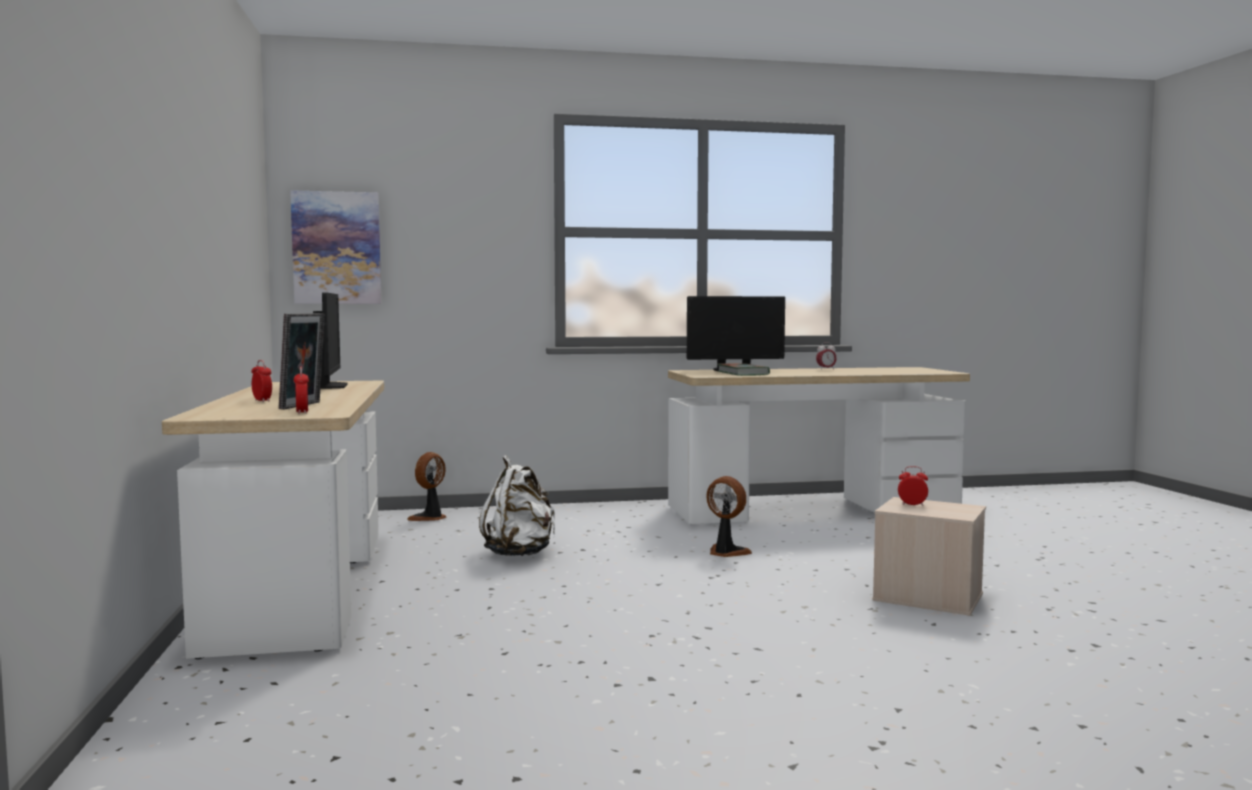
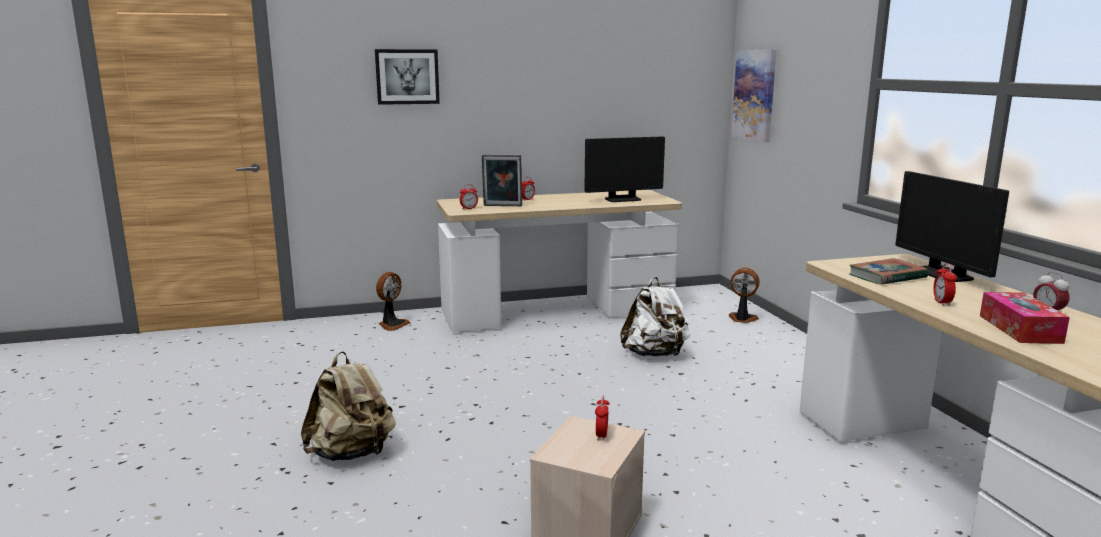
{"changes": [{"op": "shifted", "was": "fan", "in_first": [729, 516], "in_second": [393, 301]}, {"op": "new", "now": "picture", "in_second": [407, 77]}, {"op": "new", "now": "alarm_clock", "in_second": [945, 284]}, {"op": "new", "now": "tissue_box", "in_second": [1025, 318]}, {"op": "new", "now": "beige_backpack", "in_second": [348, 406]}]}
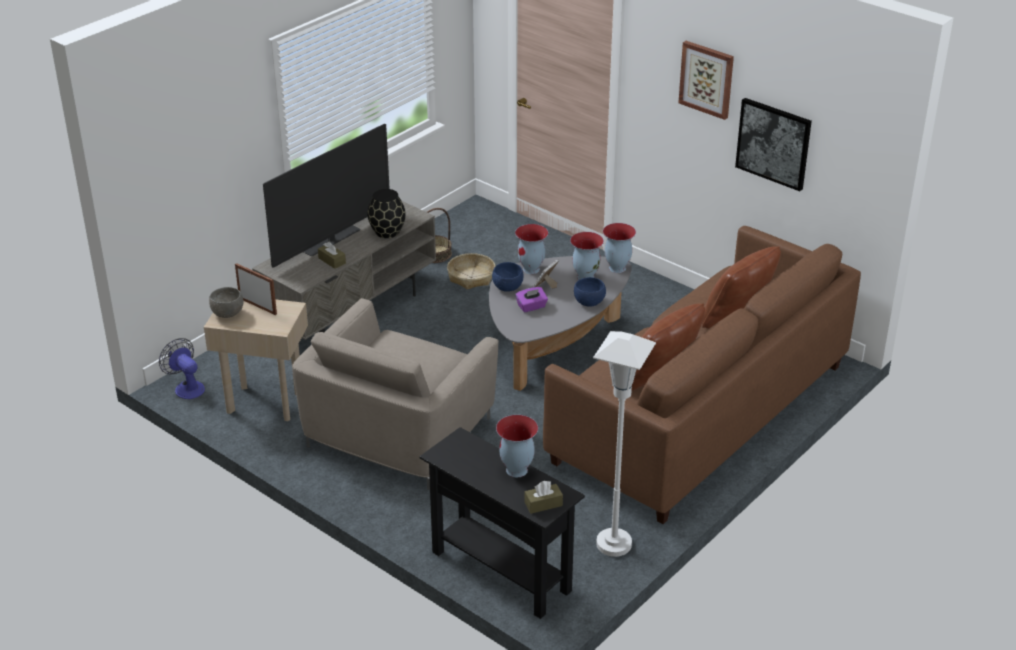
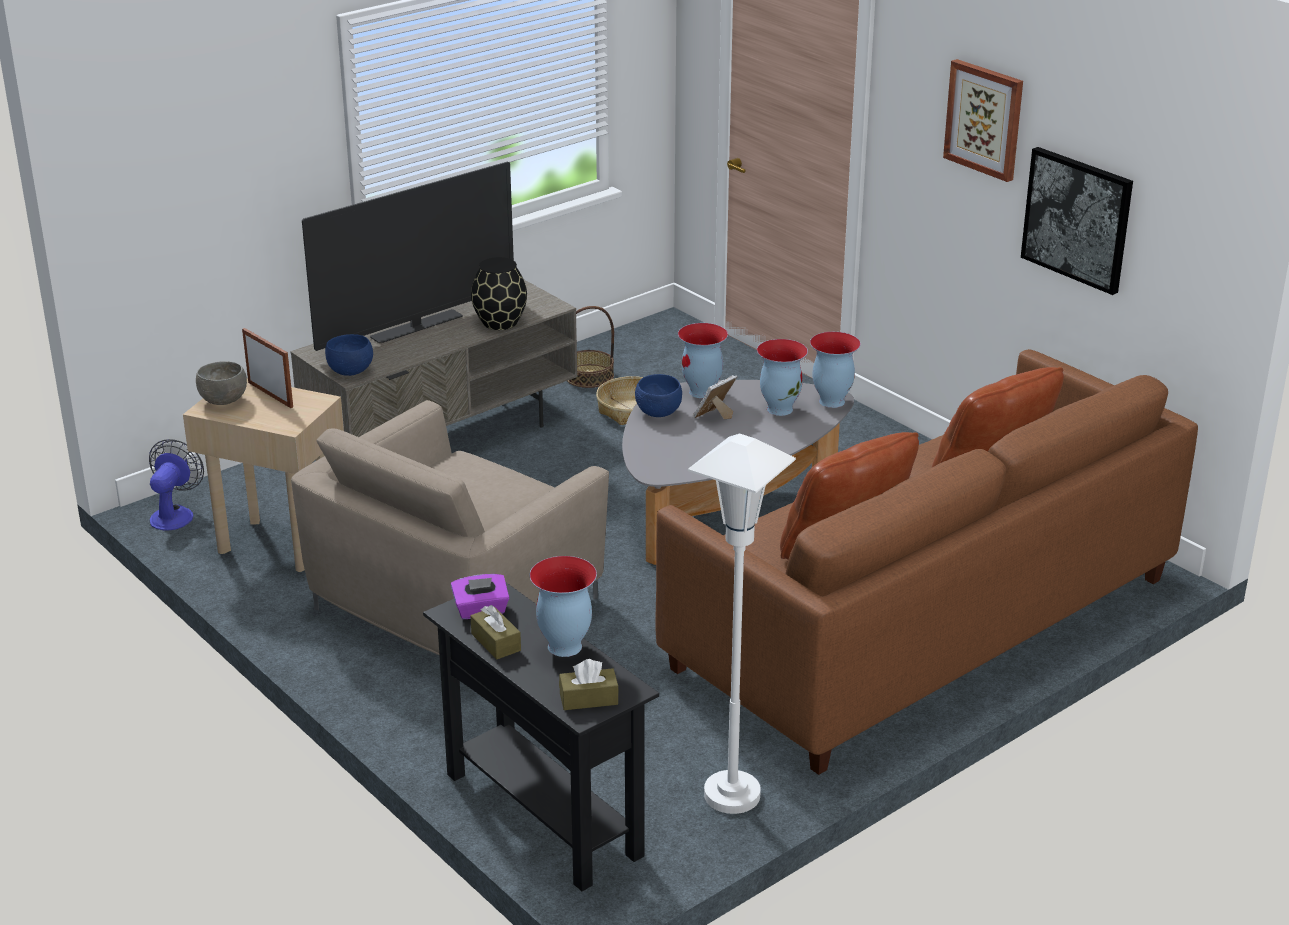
{"changes": [{"op": "shifted", "was": "brown_tissue_box", "in_first": [332, 255], "in_second": [495, 632]}, {"op": "shifted", "was": "blue_bowl", "in_first": [590, 292], "in_second": [349, 355]}, {"op": "shifted", "was": "purple_tissue_box", "in_first": [531, 299], "in_second": [480, 596]}, {"op": "rotated", "was": "fan", "in_first": [182, 368], "in_second": [176, 484], "clockwise": 45}]}
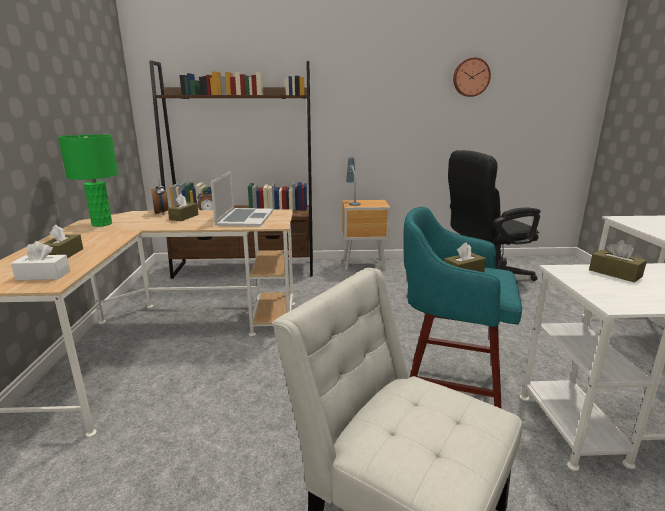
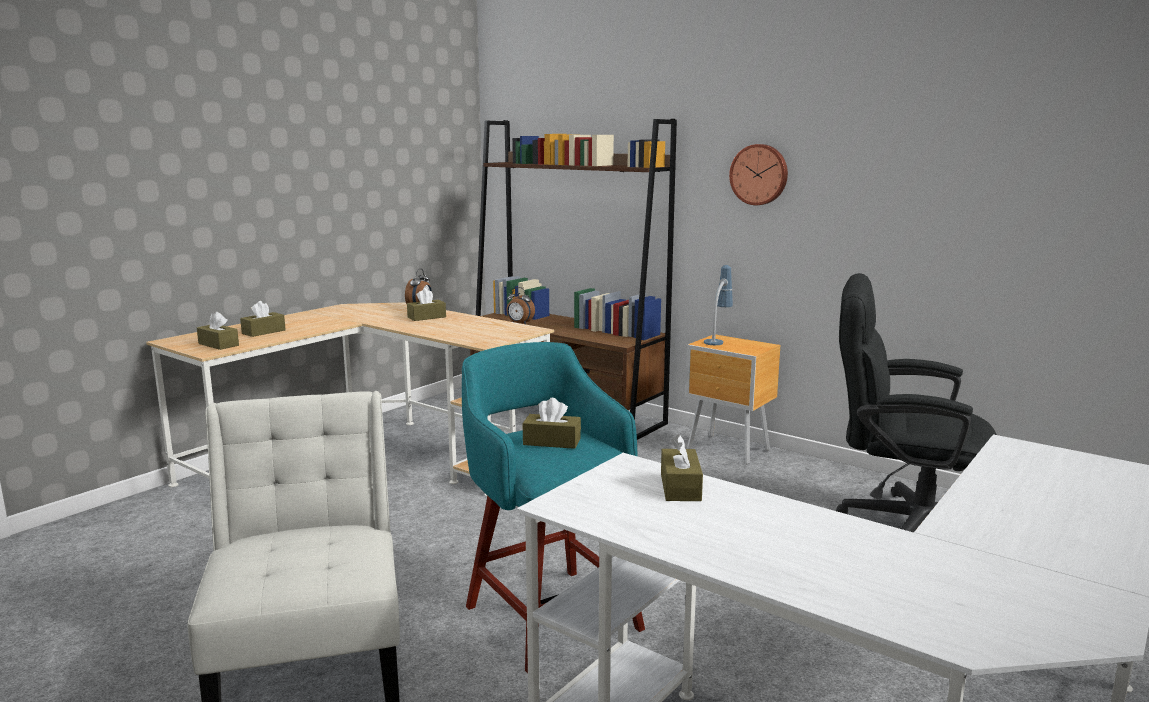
{"changes": [{"op": "shifted", "was": "wall_clock", "in_first": [472, 77], "in_second": [758, 174]}, {"op": "gone", "was": "green_table_lamp", "in_first": [88, 180]}, {"op": "gone", "was": "laptop", "in_first": [242, 199]}, {"op": "repainted", "was": "white_tissue_box", "now": "brown_tissue_box", "in_first": [40, 260], "in_second": [218, 331]}]}
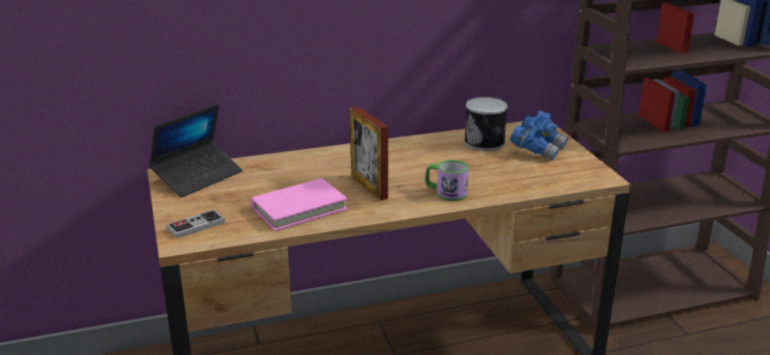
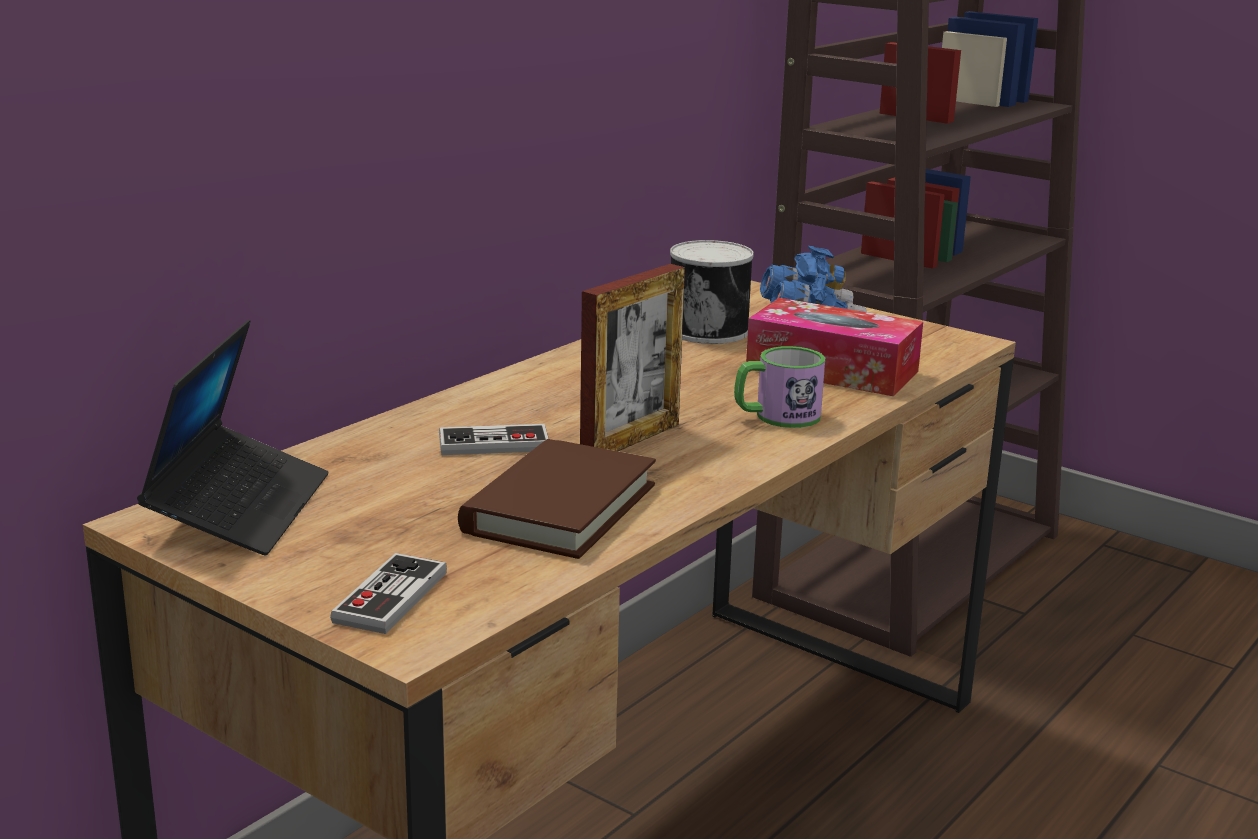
{"changes": [{"op": "rotated", "was": "picture_frame", "in_first": [369, 153], "in_second": [632, 357], "clockwise": -75}, {"op": "repainted", "was": "pink_book", "now": "brown_book", "in_first": [299, 204], "in_second": [557, 499]}, {"op": "new", "now": "tissue_box", "in_second": [834, 347]}, {"op": "new", "now": "game_controller", "in_second": [494, 439]}]}
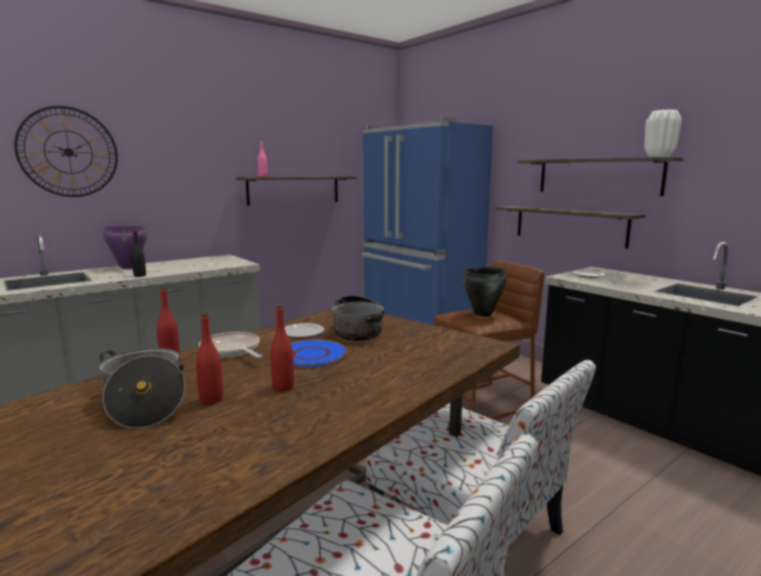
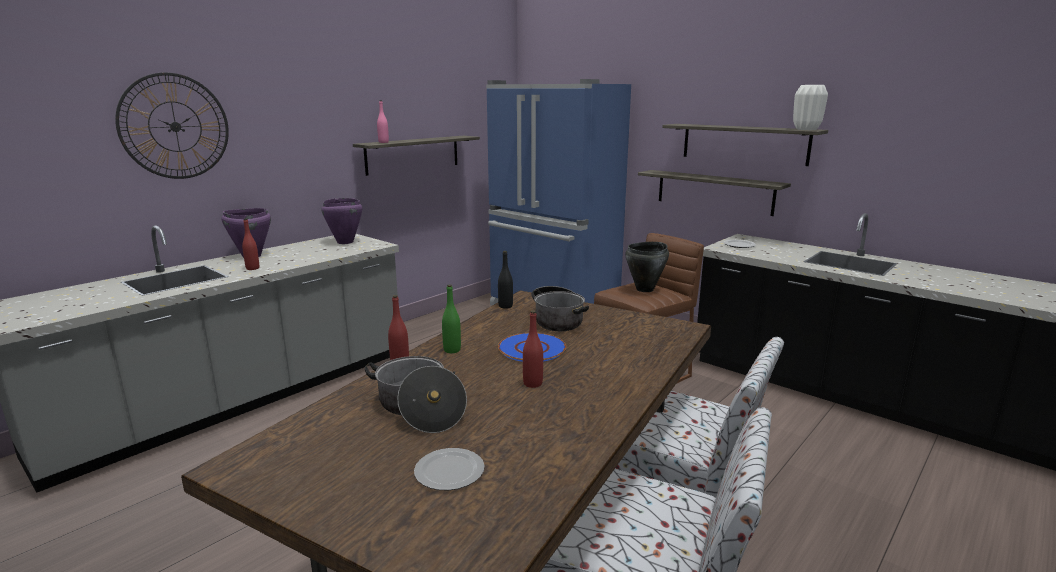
{"changes": [{"op": "shifted", "was": "black_bottle", "in_first": [138, 254], "in_second": [505, 280]}, {"op": "shifted", "was": "red_bottle", "in_first": [209, 359], "in_second": [250, 244]}, {"op": "shifted", "was": "plate", "in_first": [304, 330], "in_second": [449, 469]}, {"op": "swapped", "was": "frying_pan", "now": "green_bottle", "in_first": [230, 345], "in_second": [451, 318]}, {"op": "new", "now": "purple_cooking_pot", "in_second": [341, 221]}]}
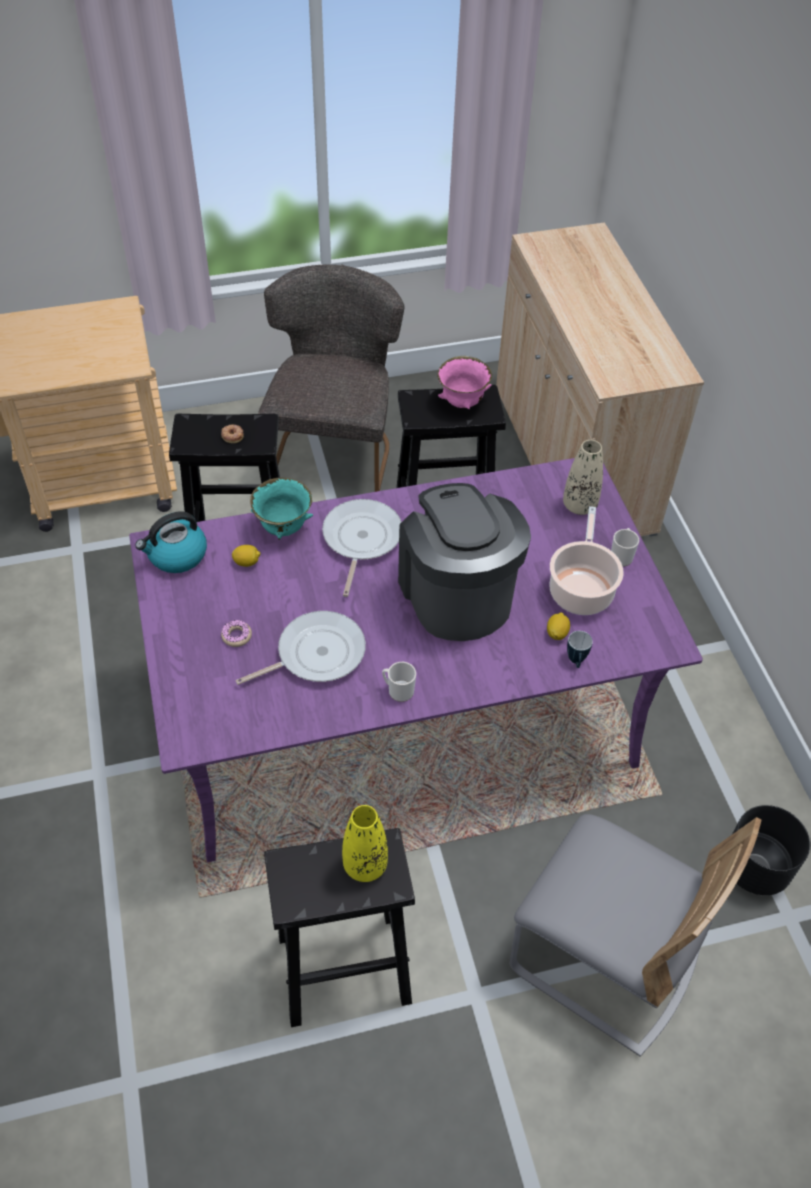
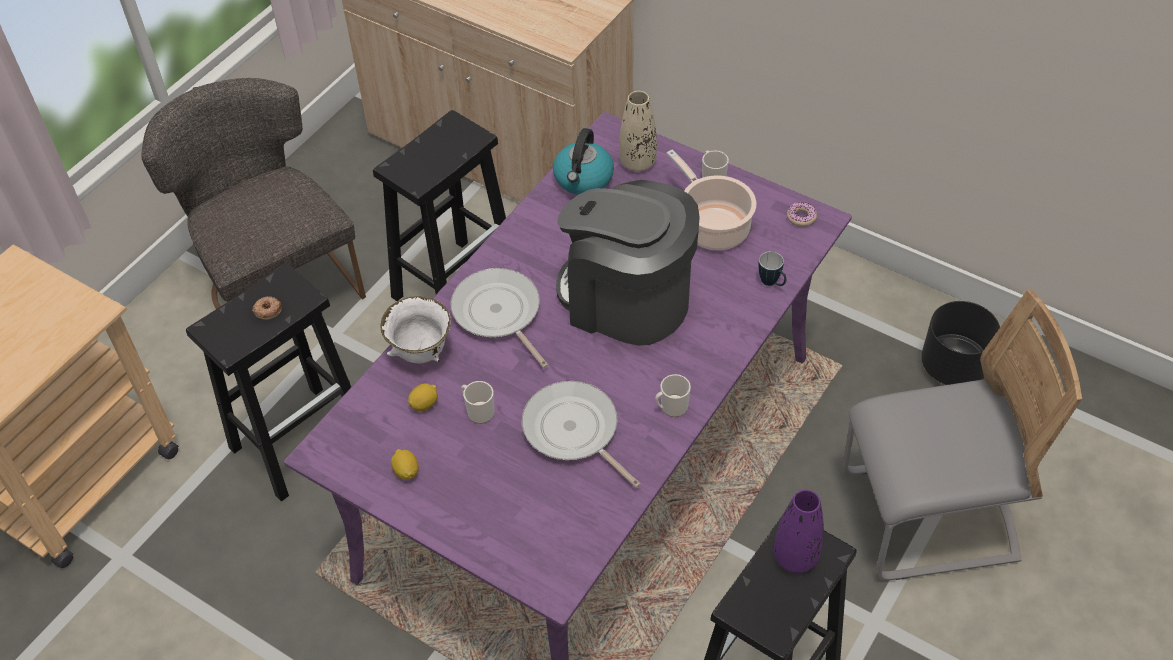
{"changes": [{"op": "gone", "was": "pink_bowl", "in_first": [464, 382]}, {"op": "repainted", "was": "turquoise_bowl", "now": "white_bowl", "in_first": [281, 508], "in_second": [415, 329]}, {"op": "shifted", "was": "kettle", "in_first": [171, 542], "in_second": [583, 161]}, {"op": "rotated", "was": "frying_pan", "in_first": [300, 648], "in_second": [581, 434], "clockwise": -60}, {"op": "shifted", "was": "lemon", "in_first": [558, 626], "in_second": [405, 464]}, {"op": "shifted", "was": "donut", "in_first": [236, 633], "in_second": [802, 214]}, {"op": "repainted", "was": "yellow_vase", "now": "purple_vase", "in_first": [365, 843], "in_second": [799, 531]}, {"op": "new", "now": "mug", "in_second": [477, 402]}]}
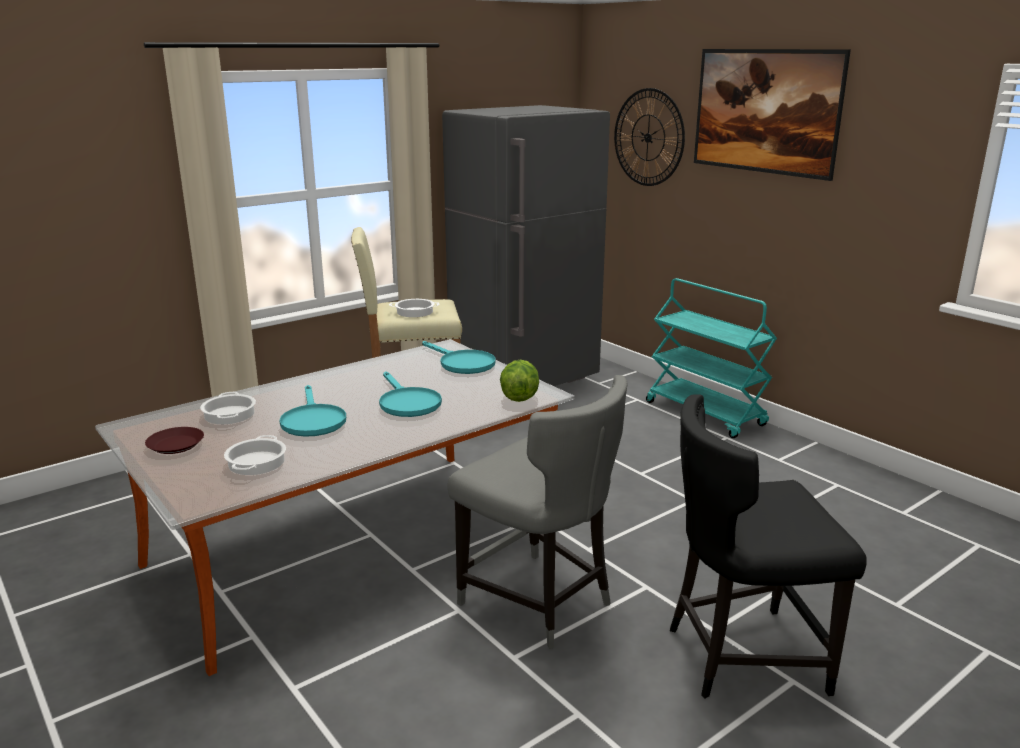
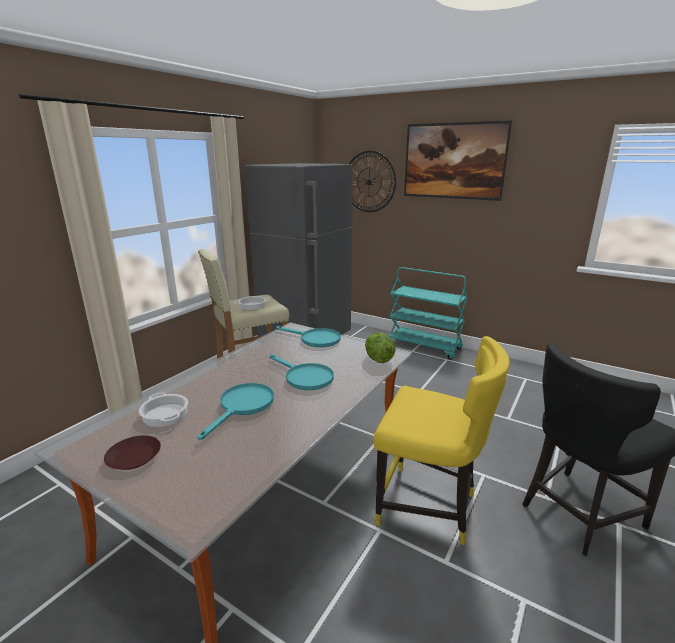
{"changes": [{"op": "repainted", "was": "grey_chair", "now": "yellow_chair", "in_first": [538, 512], "in_second": [441, 441]}, {"op": "rotated", "was": "turquoise_frying_pan", "in_first": [312, 411], "in_second": [235, 411], "clockwise": -120}, {"op": "gone", "was": "cooking_pot", "in_first": [255, 455]}]}
